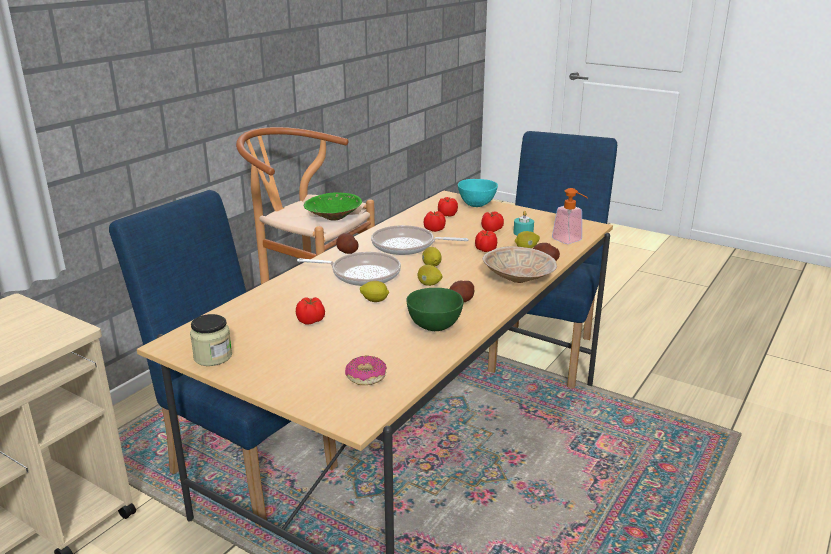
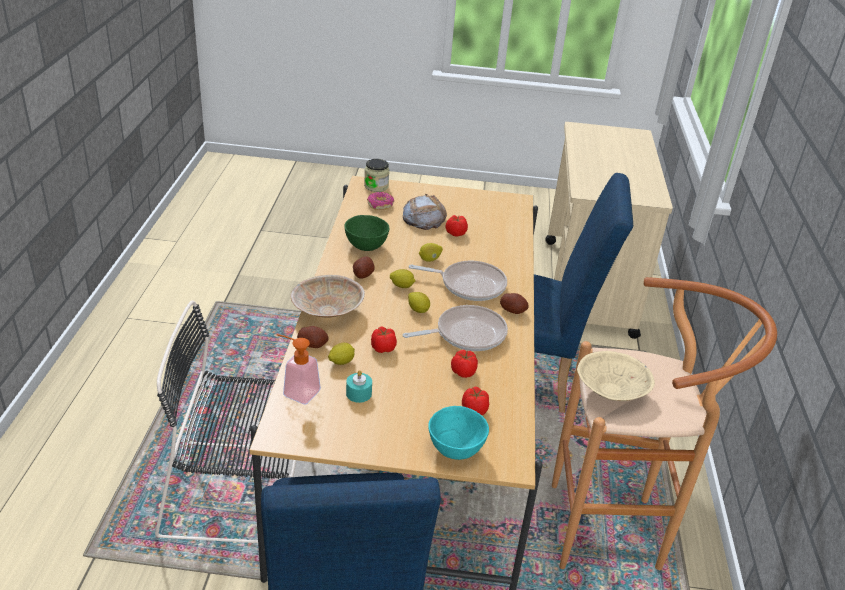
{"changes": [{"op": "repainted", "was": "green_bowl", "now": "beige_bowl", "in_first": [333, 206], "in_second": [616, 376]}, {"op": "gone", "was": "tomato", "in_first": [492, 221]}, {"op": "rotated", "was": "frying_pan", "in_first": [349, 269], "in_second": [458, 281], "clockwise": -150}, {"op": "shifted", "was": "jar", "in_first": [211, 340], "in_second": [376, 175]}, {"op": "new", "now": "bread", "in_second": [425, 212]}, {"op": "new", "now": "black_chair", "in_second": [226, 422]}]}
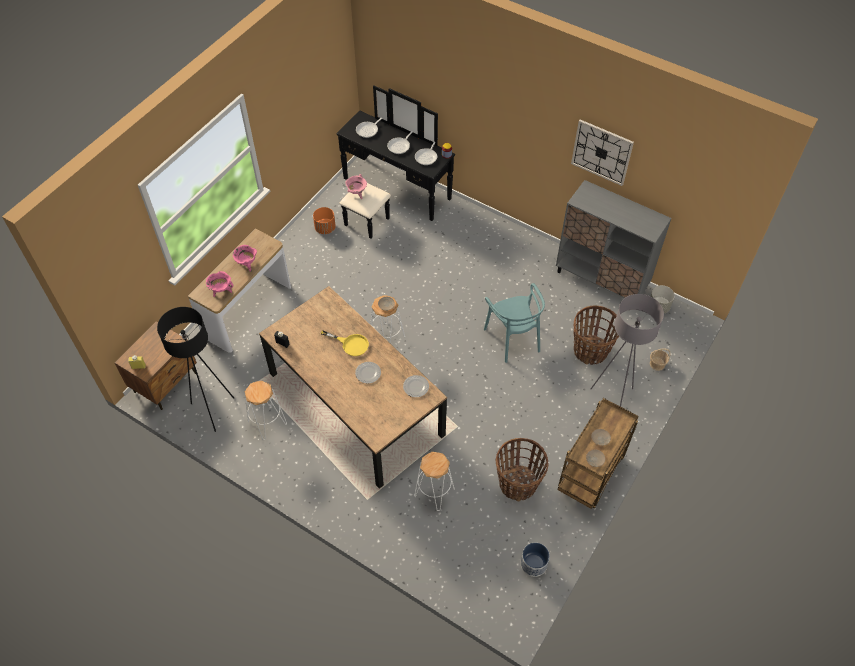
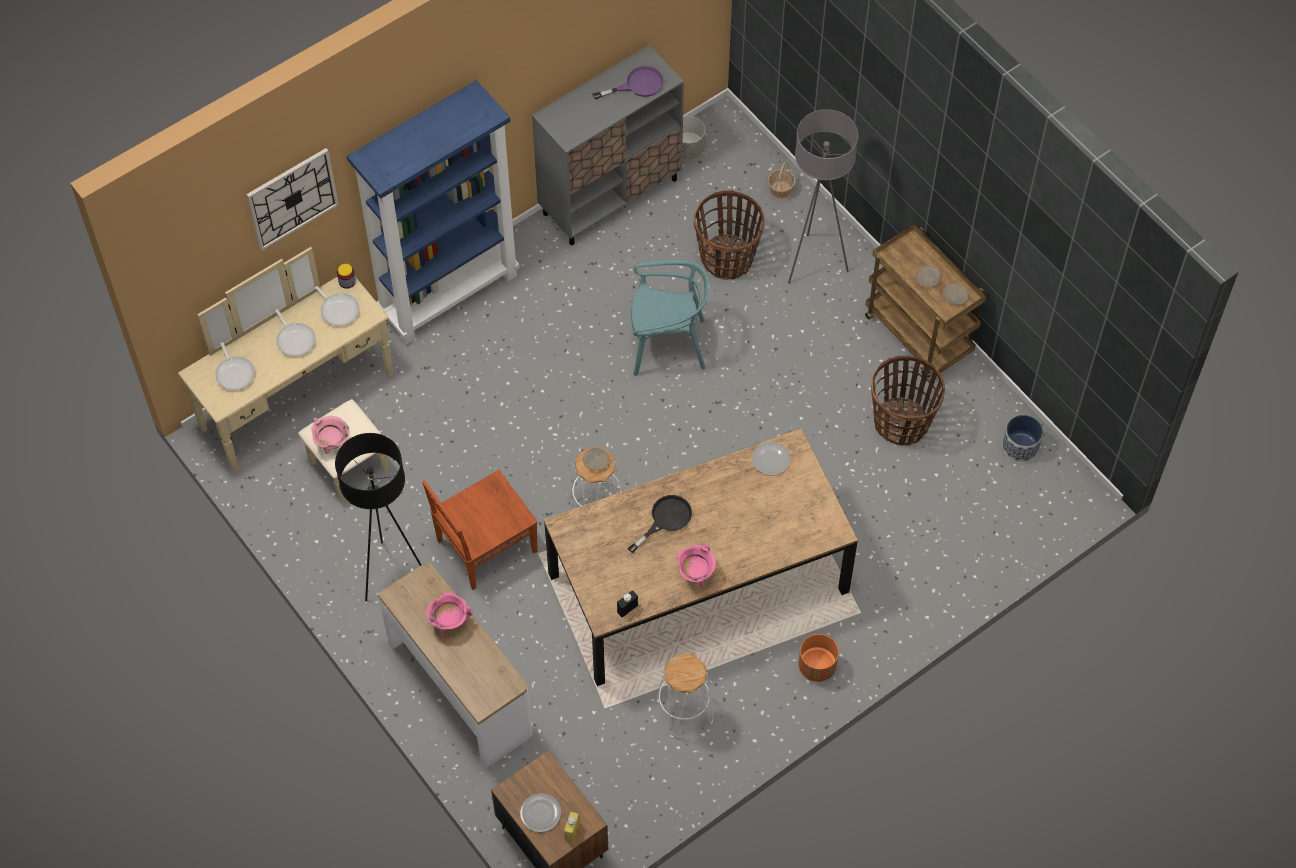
{"changes": [{"op": "repainted", "was": "black_dresser", "now": "beige_dresser", "in_first": [395, 161], "in_second": [285, 374]}, {"op": "shifted", "was": "wall_clock", "in_first": [602, 153], "in_second": [292, 199]}, {"op": "shifted", "was": "orange_planter", "in_first": [324, 220], "in_second": [819, 658]}, {"op": "shifted", "was": "pink_cooking_pot", "in_first": [219, 284], "in_second": [696, 566]}, {"op": "shifted", "was": "black_floor_lamp", "in_first": [195, 369], "in_second": [378, 517]}, {"op": "repainted", "was": "yellow_frying_pan", "now": "black_frying_pan", "in_first": [345, 343], "in_second": [659, 524]}, {"op": "shifted", "was": "plate", "in_first": [368, 373], "in_second": [540, 812]}, {"op": "gone", "was": "white_stool", "in_first": [434, 481]}, {"op": "new", "now": "purple_frying_pan", "in_second": [628, 82]}, {"op": "new", "now": "blue_bookcase", "in_second": [433, 212]}, {"op": "new", "now": "brown_chair", "in_second": [480, 530]}]}
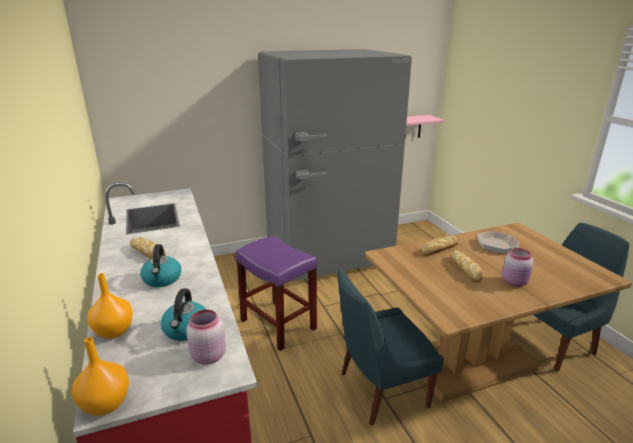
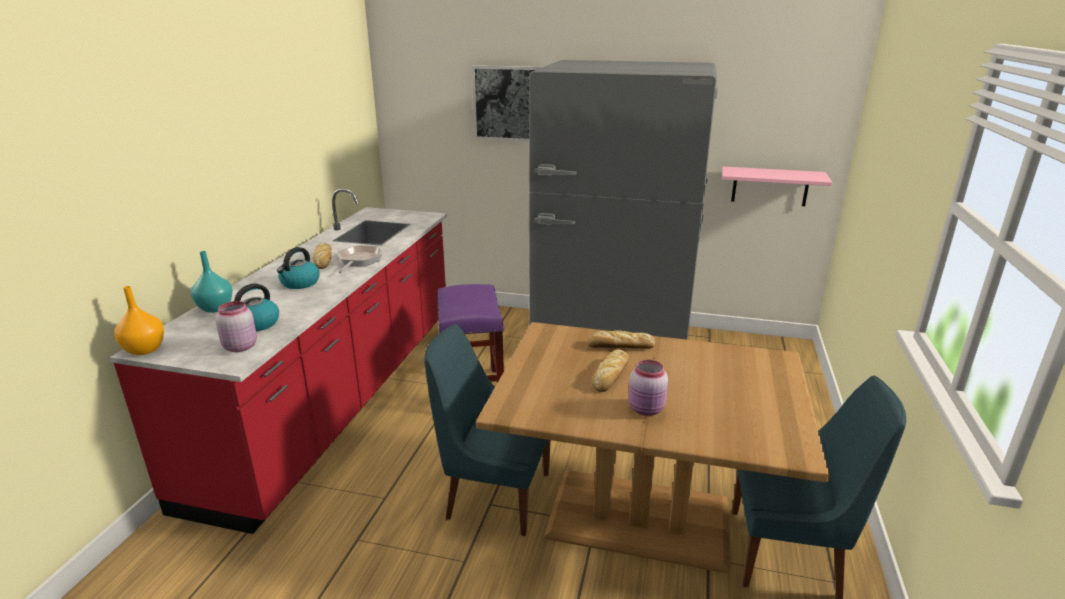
{"changes": [{"op": "shifted", "was": "frying_pan", "in_first": [506, 245], "in_second": [360, 259]}, {"op": "repainted", "was": "orange_vase", "now": "turquoise_vase", "in_first": [110, 306], "in_second": [212, 282]}, {"op": "new", "now": "picture", "in_second": [507, 103]}]}
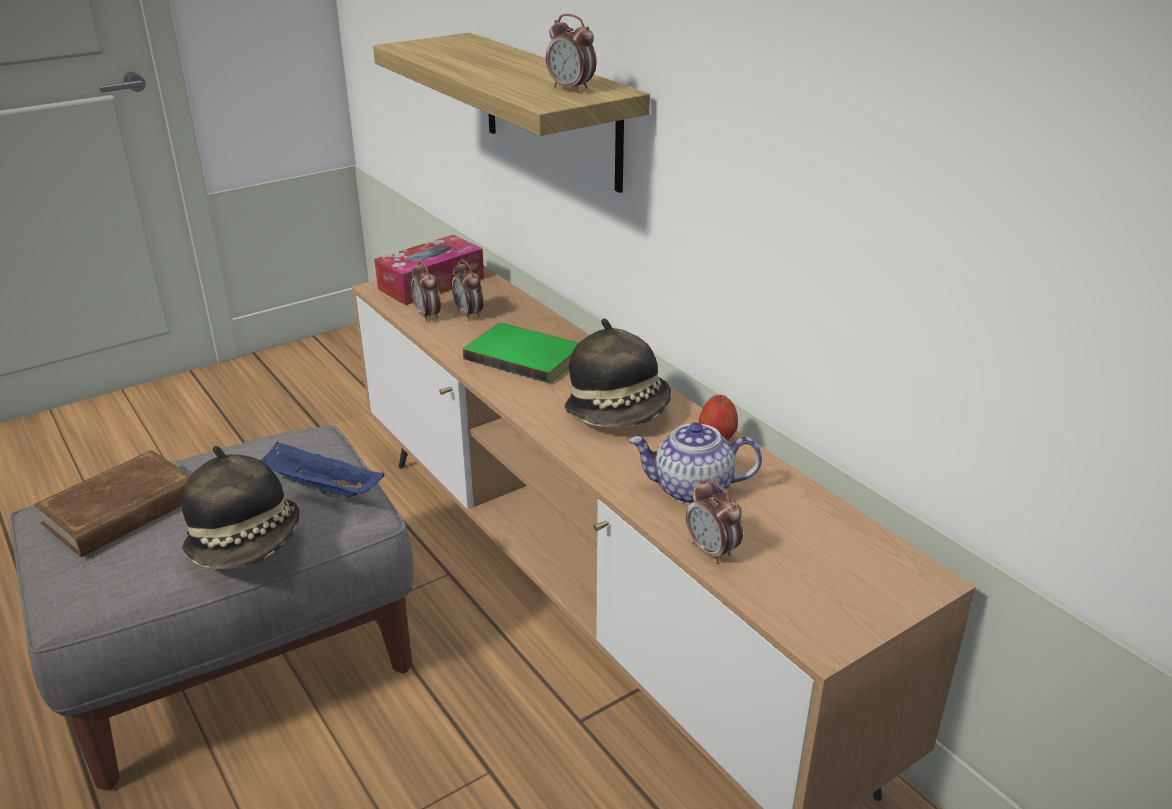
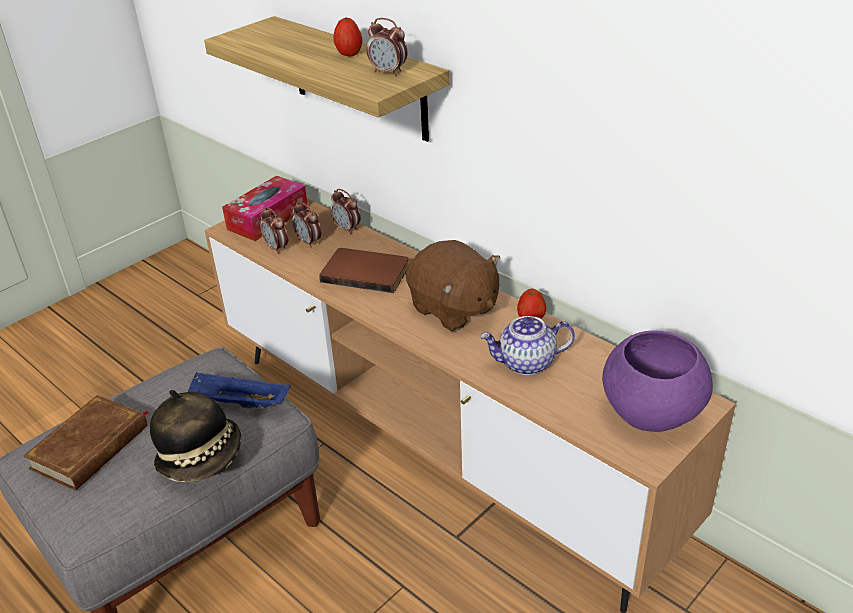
{"changes": [{"op": "swapped", "was": "hat", "now": "brown_plush_toy", "in_first": [618, 372], "in_second": [453, 286]}, {"op": "repainted", "was": "green_book", "now": "brown_book", "in_first": [521, 353], "in_second": [364, 270]}, {"op": "shifted", "was": "alarm_clock", "in_first": [714, 521], "in_second": [345, 211]}, {"op": "new", "now": "apple", "in_second": [347, 37]}, {"op": "new", "now": "purple_bowl", "in_second": [657, 381]}]}
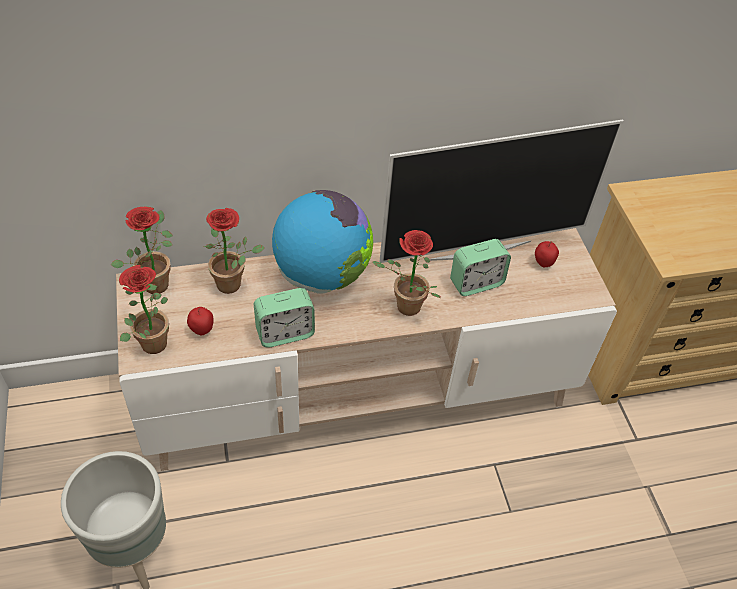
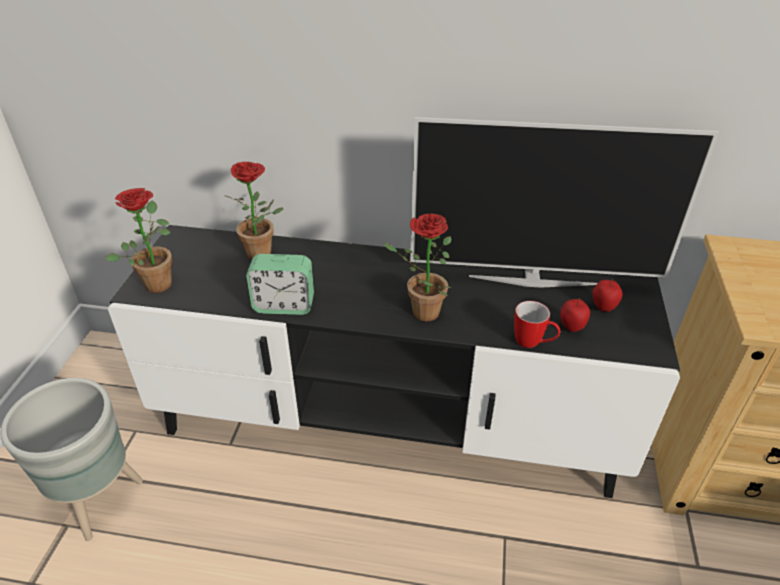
{"changes": [{"op": "gone", "was": "globe", "in_first": [322, 241]}, {"op": "gone", "was": "potted_plant", "in_first": [142, 250]}, {"op": "repainted", "was": "beige_tv_stand", "now": "black_tv_stand", "in_first": [366, 349], "in_second": [394, 361]}, {"op": "gone", "was": "alarm_clock", "in_first": [480, 267]}, {"op": "shifted", "was": "apple", "in_first": [200, 321], "in_second": [575, 315]}, {"op": "new", "now": "mug", "in_second": [537, 324]}]}
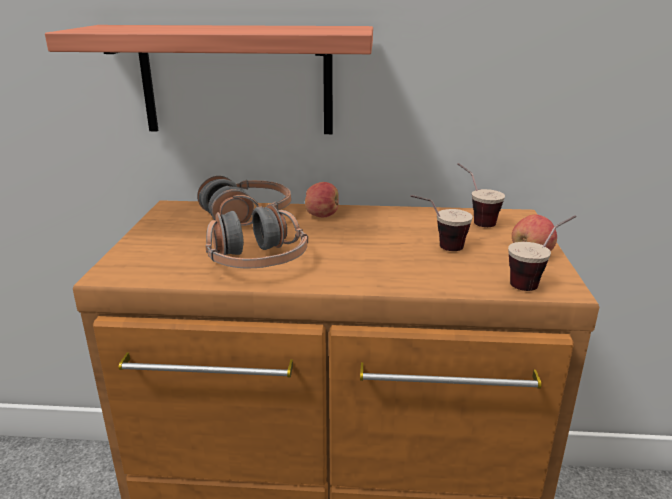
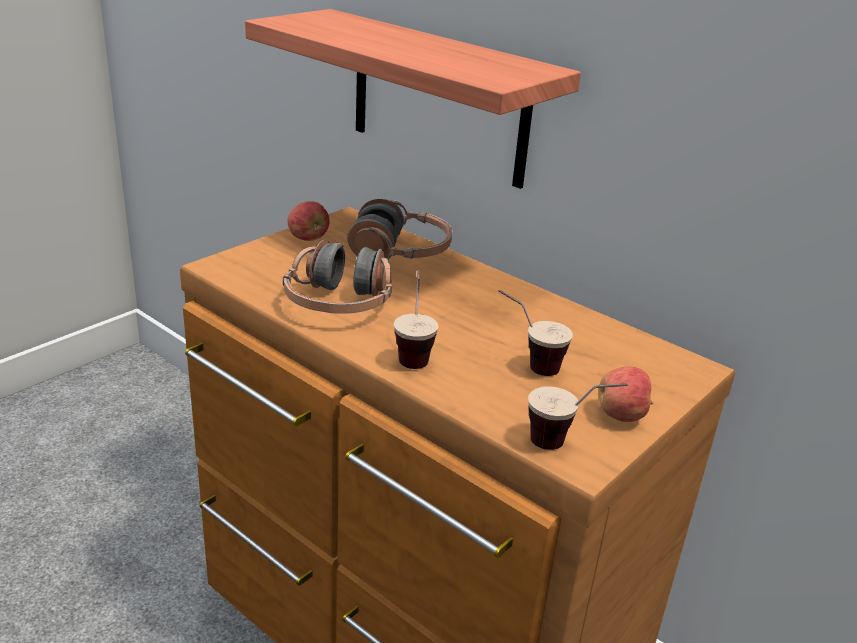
{"changes": [{"op": "shifted", "was": "cup", "in_first": [481, 195], "in_second": [416, 319]}, {"op": "shifted", "was": "apple", "in_first": [322, 199], "in_second": [308, 221]}]}
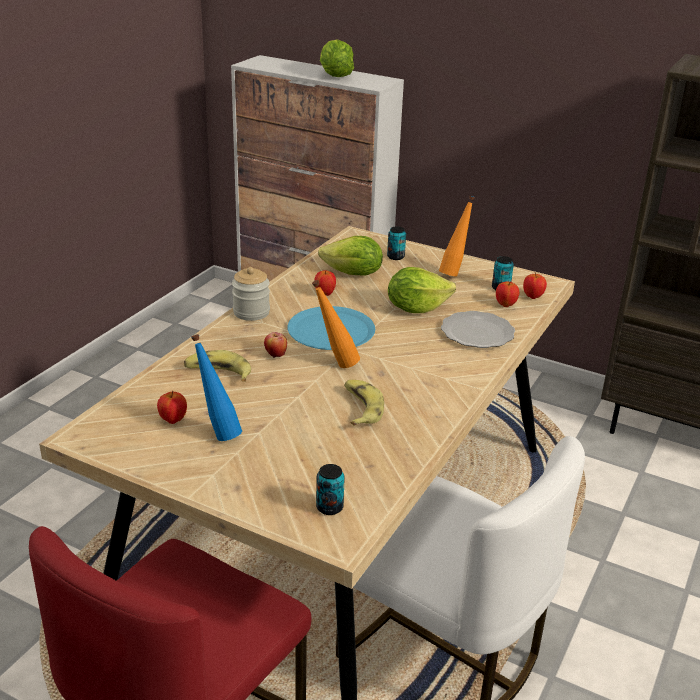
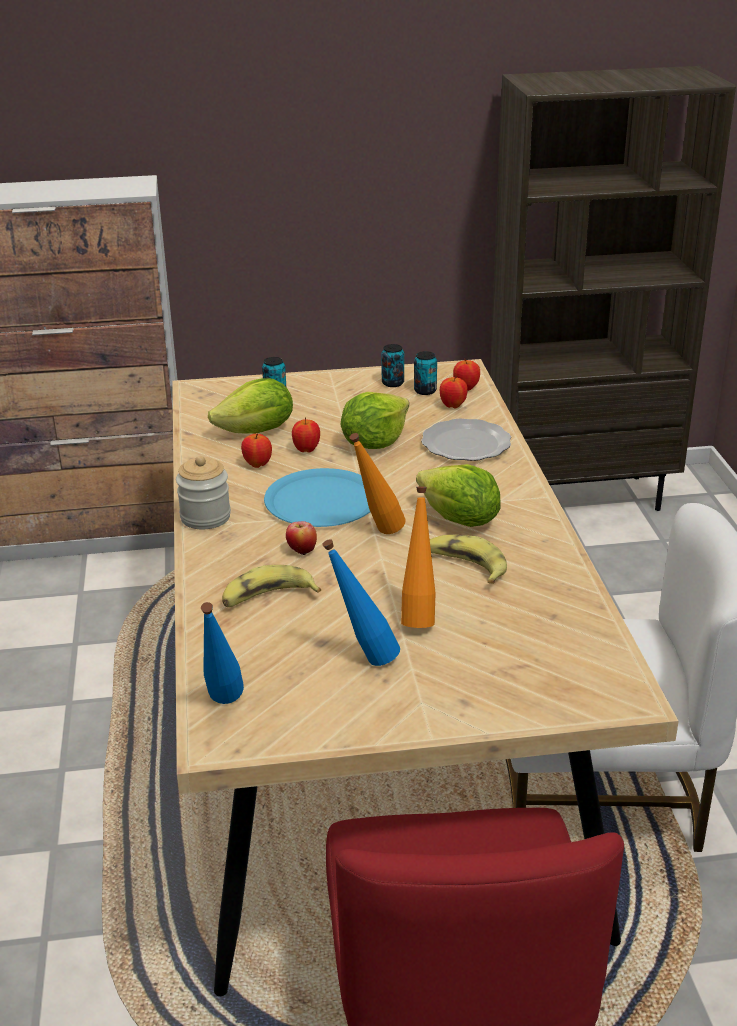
{"changes": [{"op": "shifted", "was": "lettuce", "in_first": [337, 58], "in_second": [458, 495]}, {"op": "shifted", "was": "orange_bottle", "in_first": [457, 236], "in_second": [418, 557]}, {"op": "shifted", "was": "apple", "in_first": [172, 407], "in_second": [306, 435]}, {"op": "shifted", "was": "can", "in_first": [330, 489], "in_second": [392, 365]}, {"op": "new", "now": "blue_bottle", "in_second": [222, 653]}]}
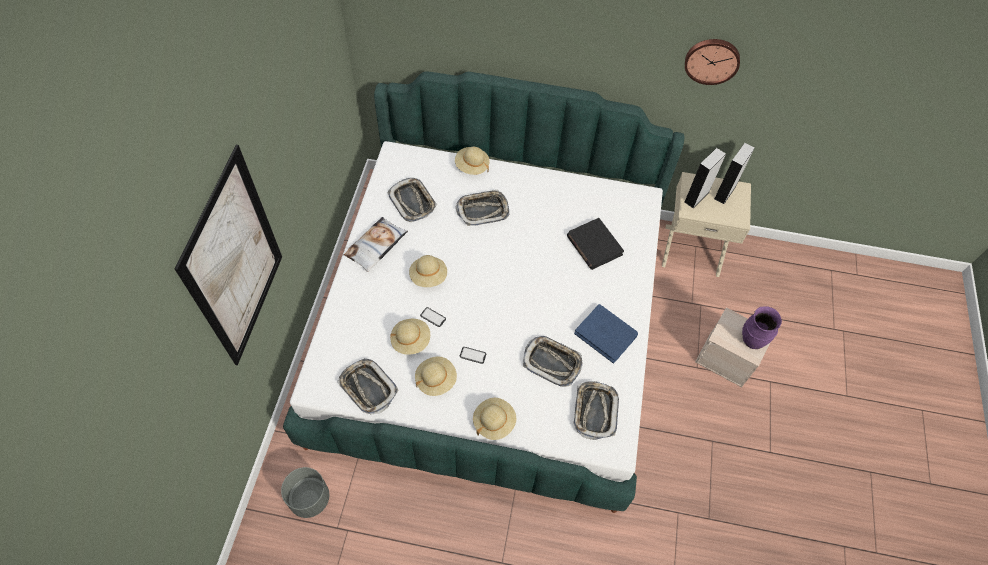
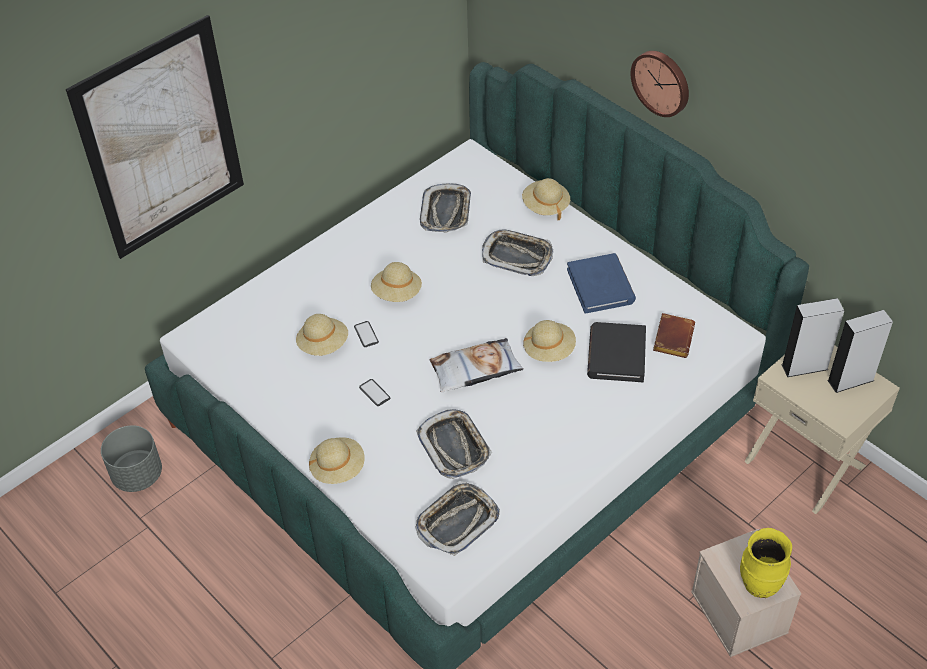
{"changes": [{"op": "shifted", "was": "wall_clock", "in_first": [712, 62], "in_second": [660, 84]}, {"op": "shifted", "was": "pillow", "in_first": [376, 244], "in_second": [476, 365]}, {"op": "shifted", "was": "blue_book", "in_first": [606, 333], "in_second": [601, 283]}, {"op": "repainted", "was": "purple_vase", "now": "yellow_vase", "in_first": [762, 327], "in_second": [766, 563]}, {"op": "shifted", "was": "beige_hat", "in_first": [436, 376], "in_second": [549, 341]}, {"op": "gone", "was": "tray", "in_first": [367, 386]}, {"op": "new", "now": "brown_book", "in_second": [674, 335]}]}
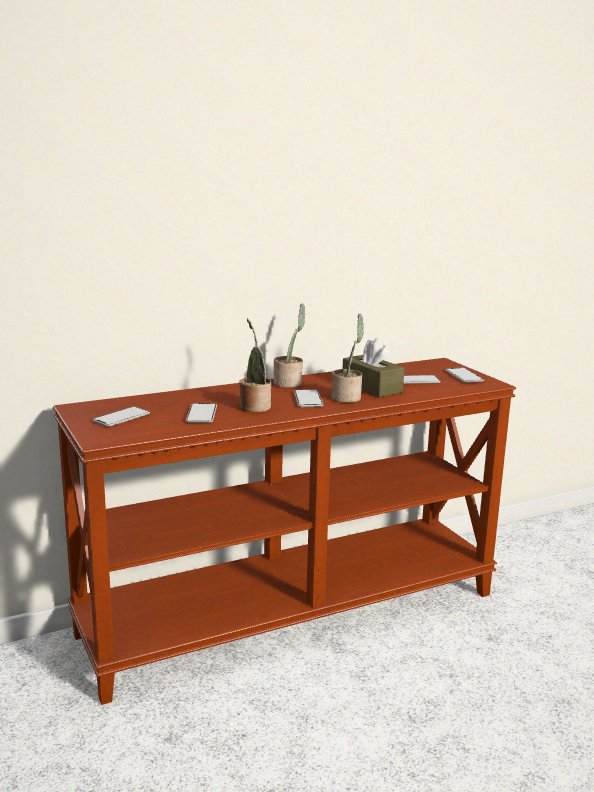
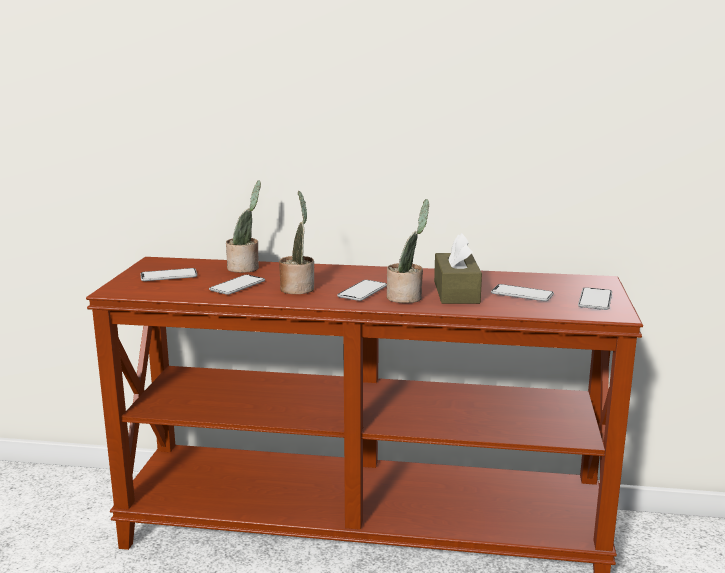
{"changes": [{"op": "shifted", "was": "potted_plant", "in_first": [289, 345], "in_second": [243, 226]}]}
